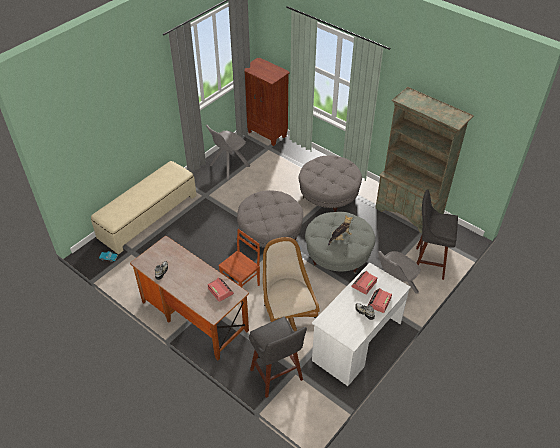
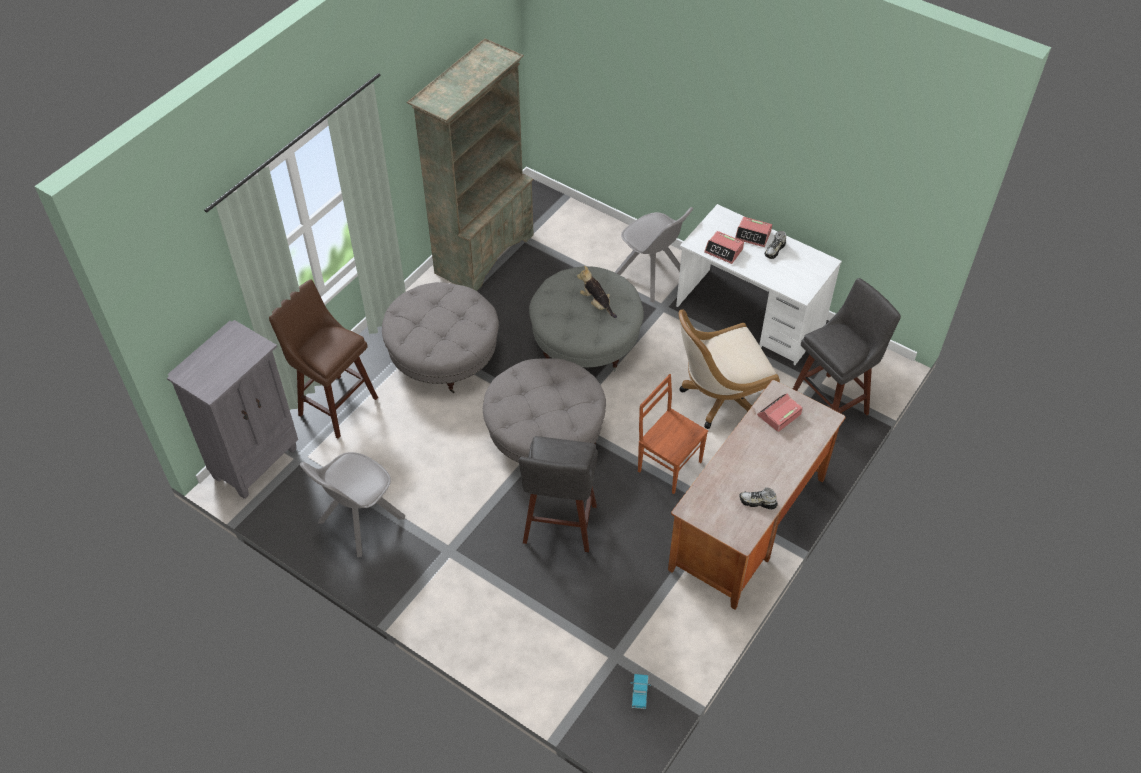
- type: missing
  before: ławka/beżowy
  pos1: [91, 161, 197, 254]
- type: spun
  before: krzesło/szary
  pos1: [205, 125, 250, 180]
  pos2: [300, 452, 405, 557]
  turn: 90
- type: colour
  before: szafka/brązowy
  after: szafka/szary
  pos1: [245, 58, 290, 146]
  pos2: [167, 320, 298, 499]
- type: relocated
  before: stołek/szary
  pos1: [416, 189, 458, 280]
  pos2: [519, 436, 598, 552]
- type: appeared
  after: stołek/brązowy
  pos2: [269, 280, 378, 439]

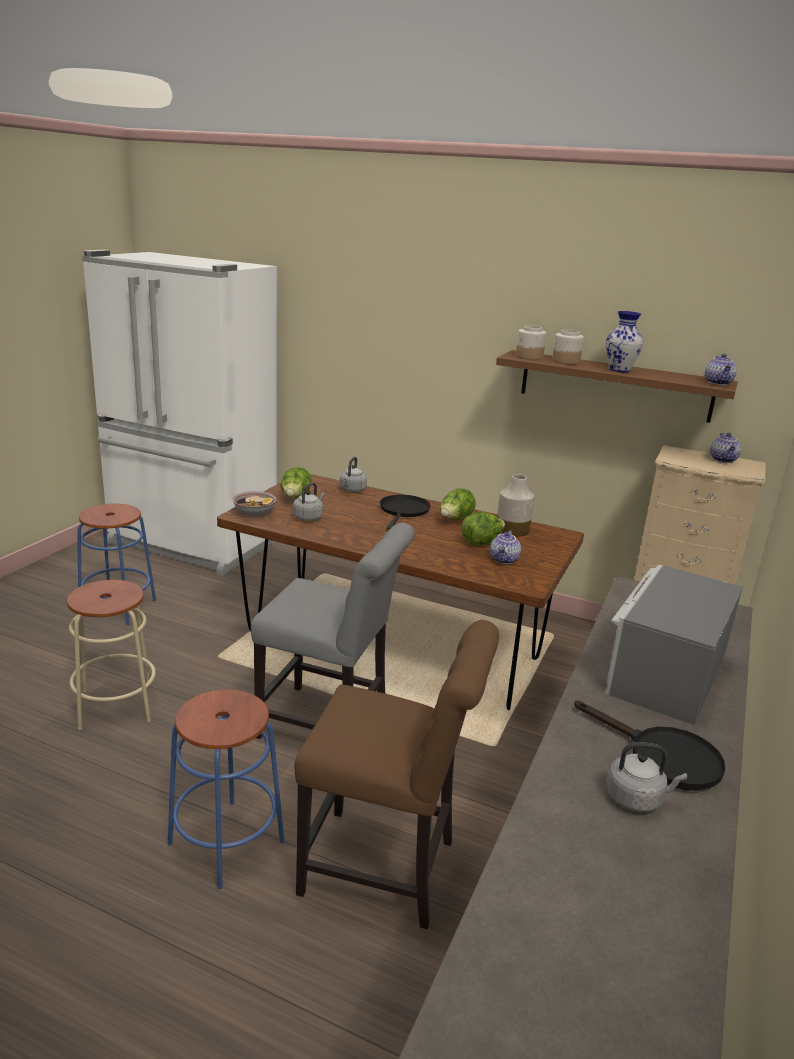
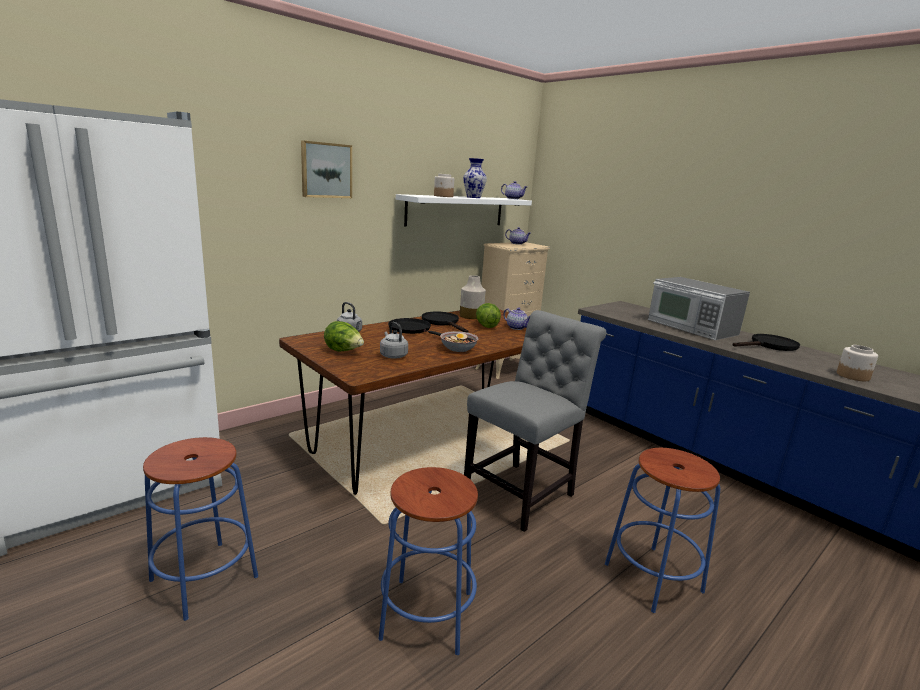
- type: colour
  before: stołek/beżowy
  after: stołek/niebieski
  pos1: [67, 580, 156, 730]
  pos2: [378, 467, 478, 655]
- type: relocated
  before: miska
  pos1: [232, 491, 277, 516]
  pos2: [440, 331, 479, 352]
- type: missing
  before: krzesło/brązowy
  pos1: [294, 620, 499, 929]
- type: exchanged
  before: sałata
  after: patelnia/czarny
  pos1: [440, 488, 476, 520]
  pos2: [422, 311, 469, 333]
- type: colour
  before: półka/brązowy
  after: półka/biały
  pos1: [496, 350, 738, 423]
  pos2: [396, 194, 532, 226]
- type: relocated
  before: słoik
  pos1: [516, 325, 546, 360]
  pos2: [837, 345, 878, 381]
- type: missing
  before: czajnik/szary
  pos1: [607, 742, 687, 812]
- type: appeared
  after: obraz
  pos2: [301, 140, 352, 198]

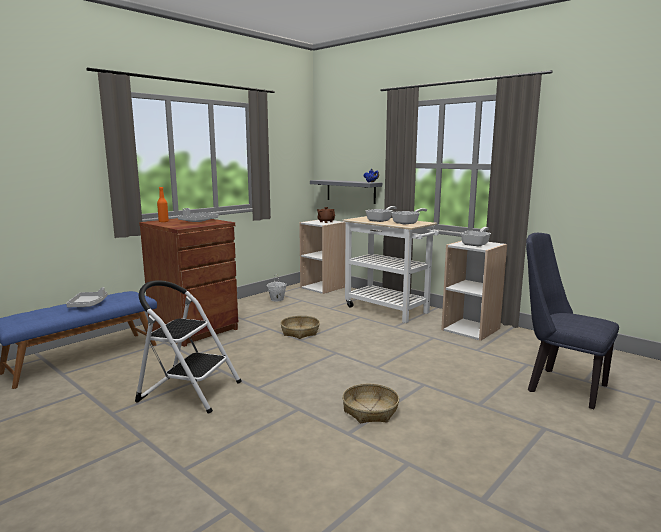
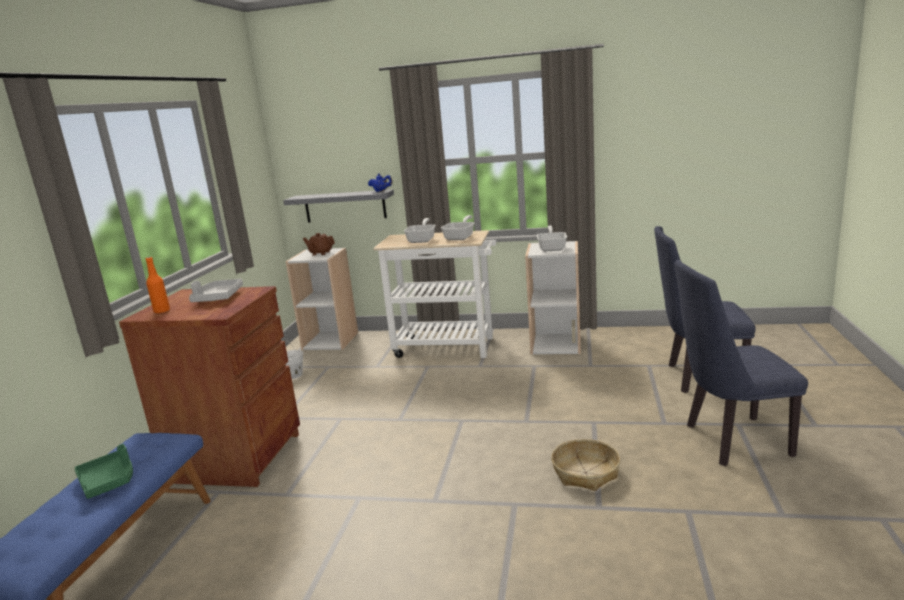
- type: colour
  before: taca/szary
  after: taca/zielony
  pos1: [66, 287, 108, 307]
  pos2: [74, 444, 133, 499]
- type: missing
  before: drabinka
  pos1: [135, 280, 242, 413]
- type: missing
  before: koszyk
  pos1: [280, 316, 320, 339]
- type: appeared
  after: krzesło/niebieski
  pos2: [674, 260, 808, 466]

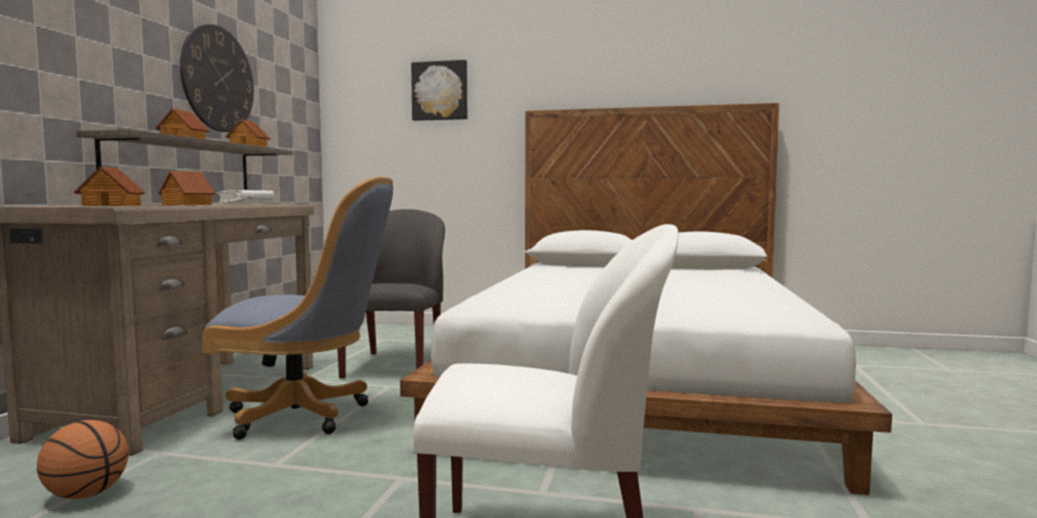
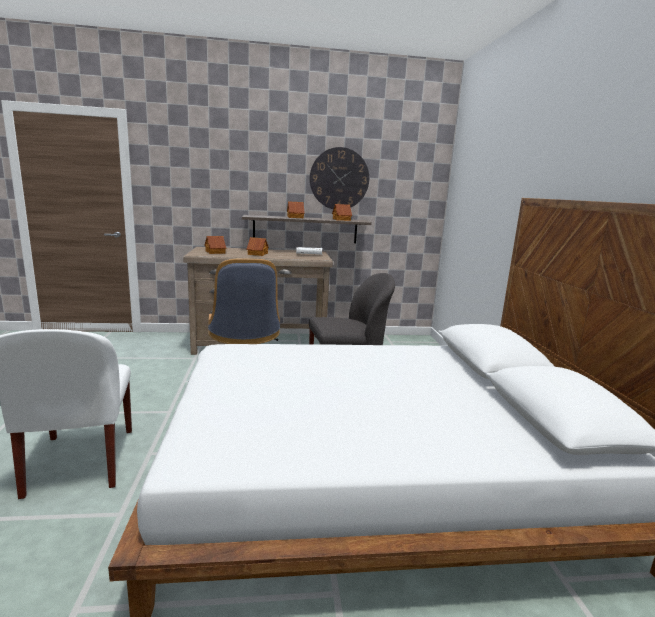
- type: missing
  before: piłka do koszykówki
  pos1: [37, 420, 129, 499]
- type: missing
  before: obraz
  pos1: [411, 60, 467, 121]

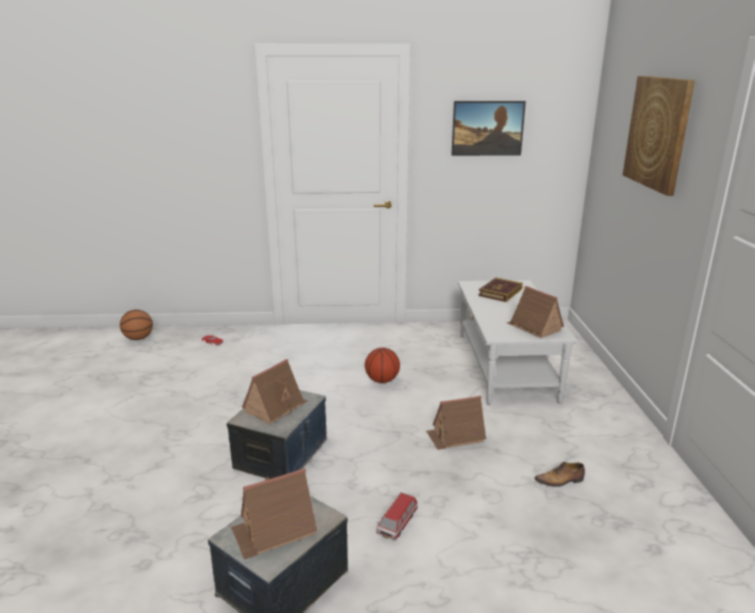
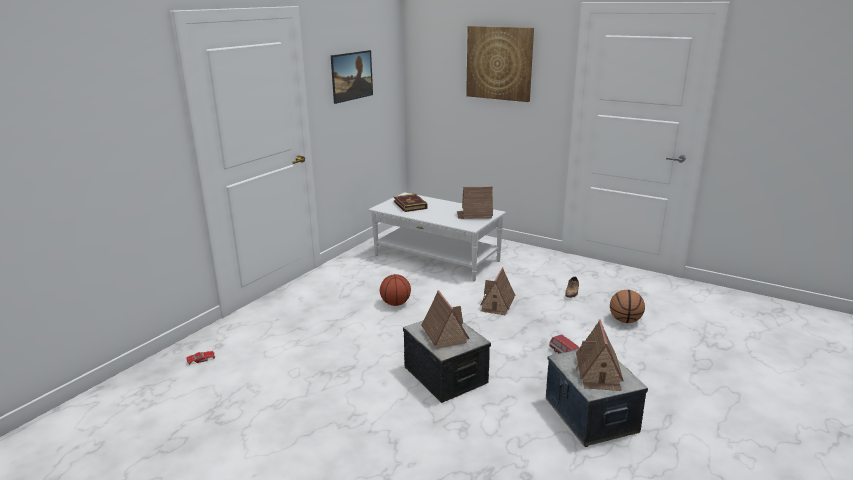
- type: relocated
  before: piłka do koszykówki
  pos1: [120, 309, 153, 340]
  pos2: [610, 290, 645, 323]

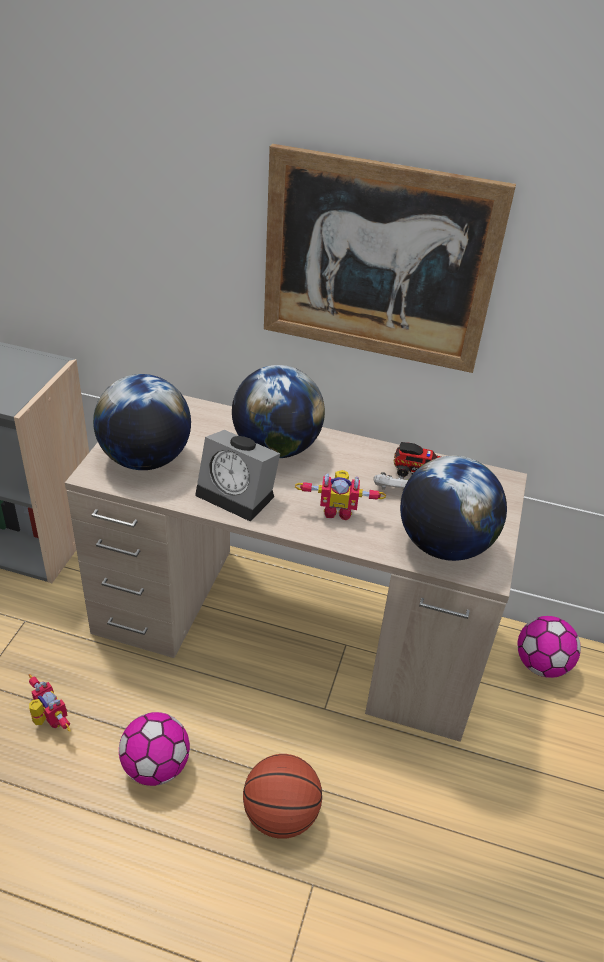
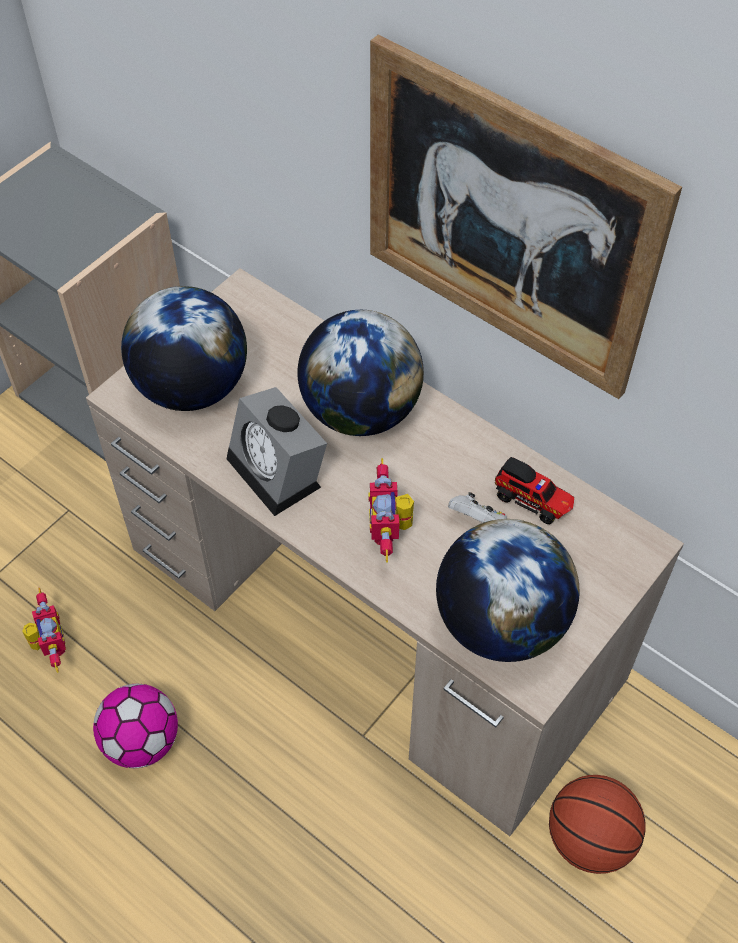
- type: relocated
  before: piłka do koszykówki
  pos1: [243, 754, 322, 839]
  pos2: [549, 775, 646, 874]
- type: spun
  before: robot zabawkowy
  pos1: [295, 470, 386, 520]
  pos2: [368, 458, 414, 563]
  turn: 60
- type: missing
  before: piłka futbolowa
  pos1: [517, 616, 581, 678]

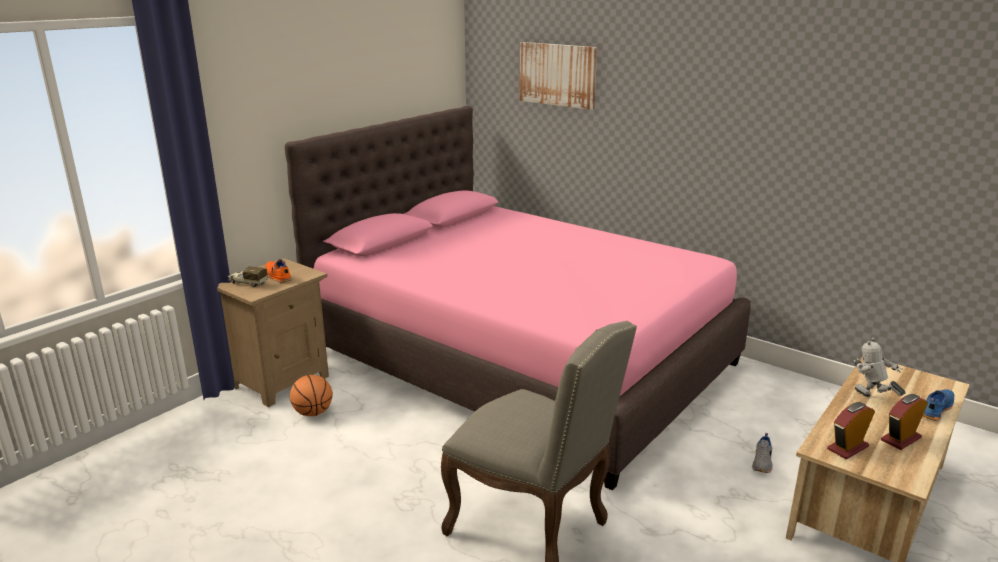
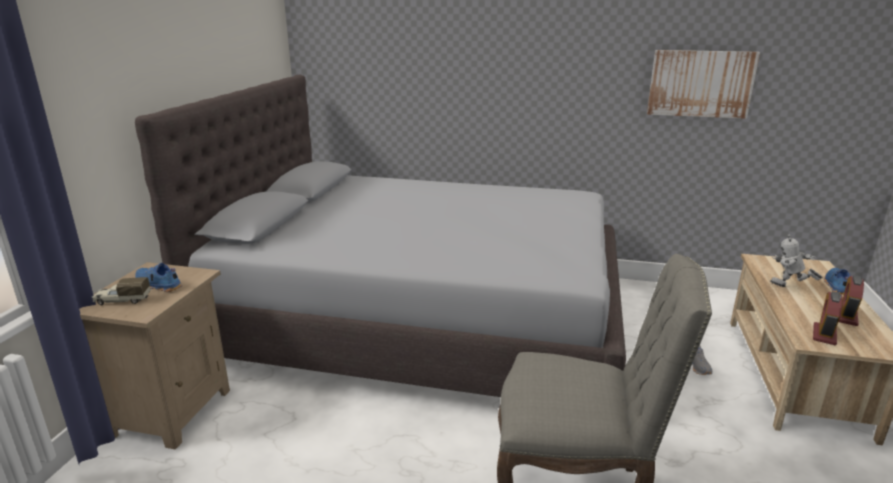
- type: colour
  before: but/pomarańczowy
  after: but/niebieski
  pos1: [265, 259, 292, 283]
  pos2: [135, 263, 182, 292]
- type: colour
  before: łóżko/różowy
  after: łóżko/szary
  pos1: [285, 106, 751, 490]
  pos2: [135, 75, 626, 397]
- type: missing
  before: piłka do koszykówki
  pos1: [290, 375, 333, 416]
- type: relocated
  before: obraz
  pos1: [520, 42, 597, 110]
  pos2: [647, 50, 760, 119]

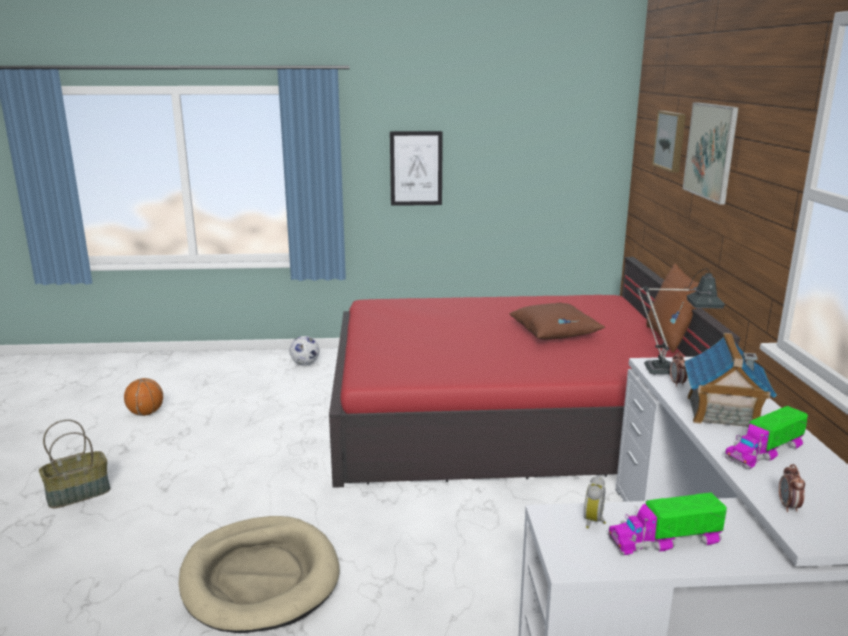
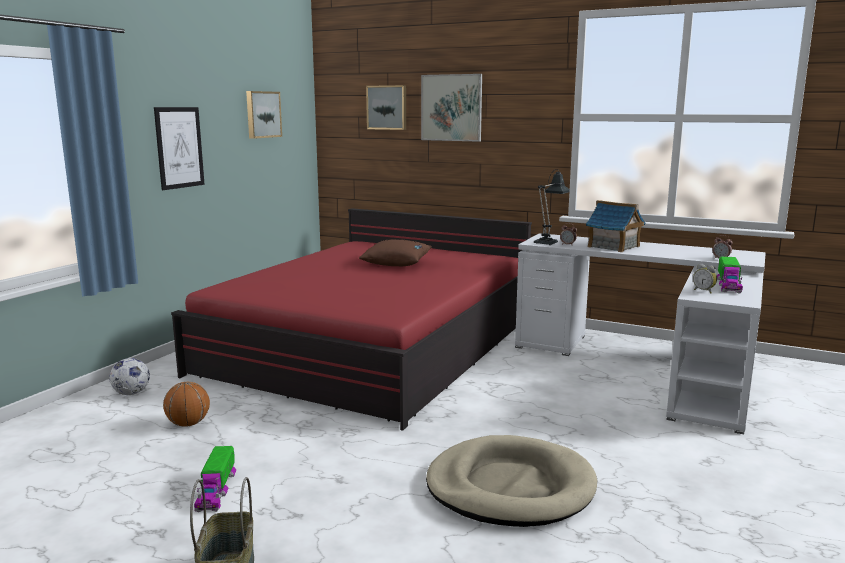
- type: relocated
  before: piłka do koszykówki
  pos1: [124, 378, 163, 416]
  pos2: [163, 382, 210, 426]
- type: missing
  before: poduszka/brązowy
  pos1: [646, 264, 699, 353]
- type: relocated
  before: ciężarówka zabawkowa
  pos1: [725, 406, 808, 469]
  pos2: [194, 446, 236, 512]
- type: appeared
  after: obraz
  pos2: [246, 91, 282, 139]

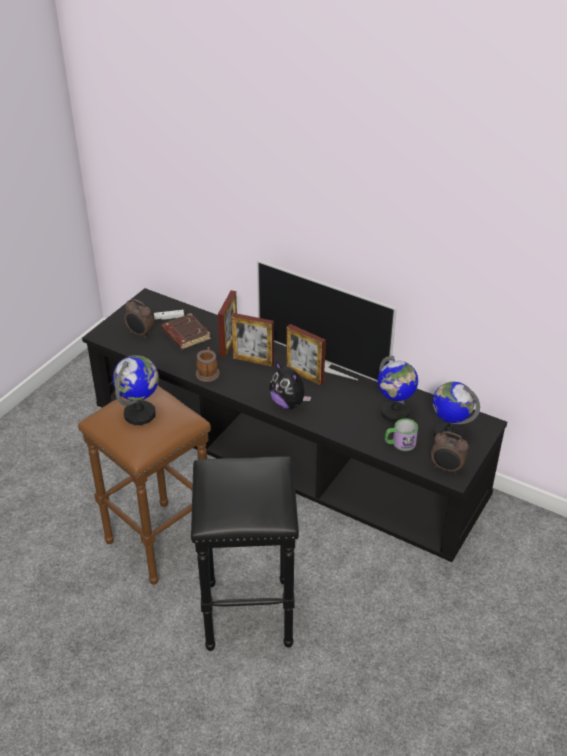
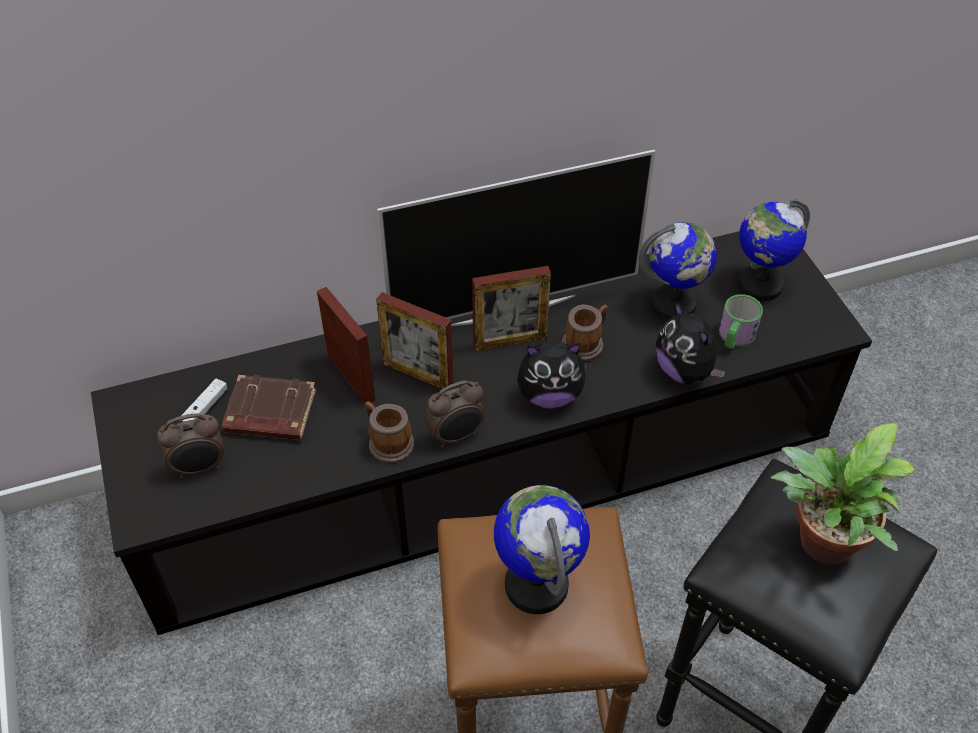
- type: spun
  before: ramka na zdjęcie
  pos1: [231, 313, 274, 367]
  pos2: [376, 292, 454, 391]
  turn: 60
- type: relocated
  before: budzik
  pos1: [431, 431, 469, 474]
  pos2: [424, 380, 485, 448]
- type: appeared
  after: kubek
  pos2: [561, 304, 608, 361]
- type: appeared
  after: pluszak
  pos2: [656, 301, 726, 385]
- type: appeared
  after: roślina doniczkowa
  pos2: [771, 423, 915, 565]

